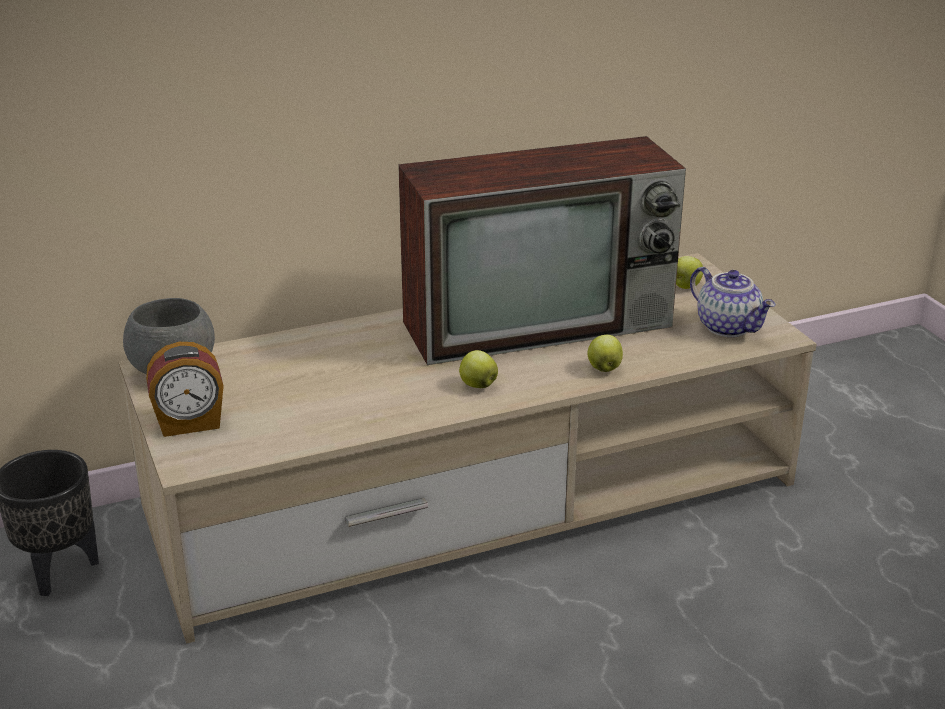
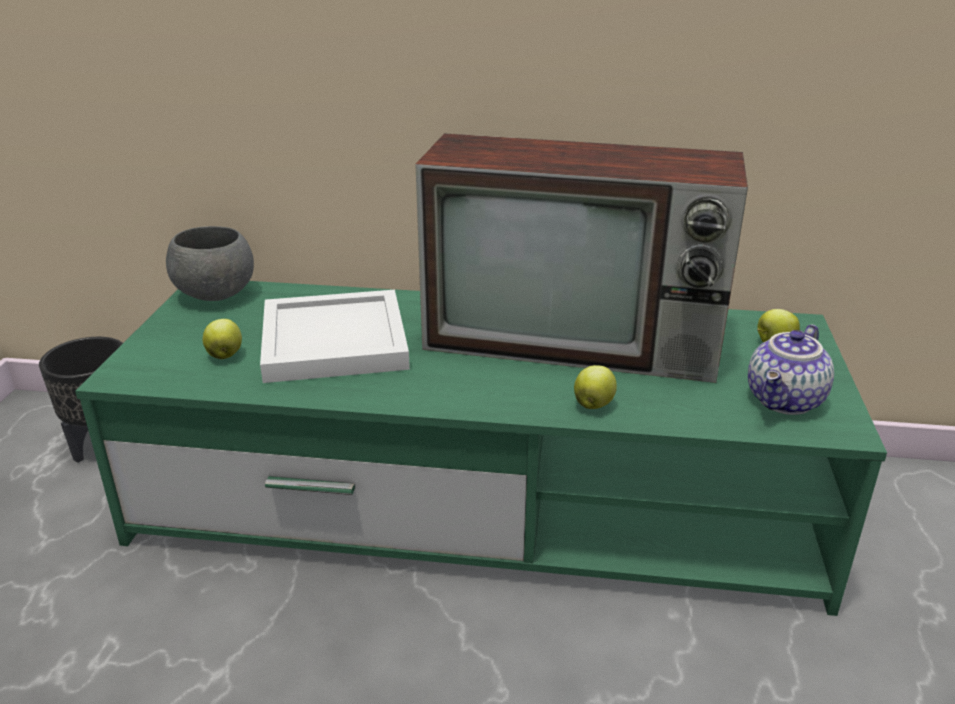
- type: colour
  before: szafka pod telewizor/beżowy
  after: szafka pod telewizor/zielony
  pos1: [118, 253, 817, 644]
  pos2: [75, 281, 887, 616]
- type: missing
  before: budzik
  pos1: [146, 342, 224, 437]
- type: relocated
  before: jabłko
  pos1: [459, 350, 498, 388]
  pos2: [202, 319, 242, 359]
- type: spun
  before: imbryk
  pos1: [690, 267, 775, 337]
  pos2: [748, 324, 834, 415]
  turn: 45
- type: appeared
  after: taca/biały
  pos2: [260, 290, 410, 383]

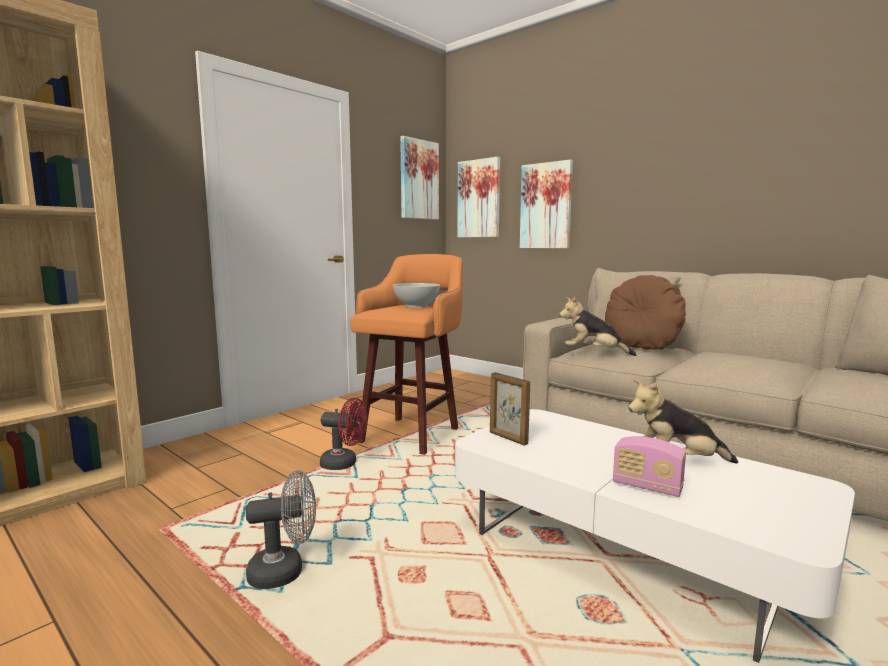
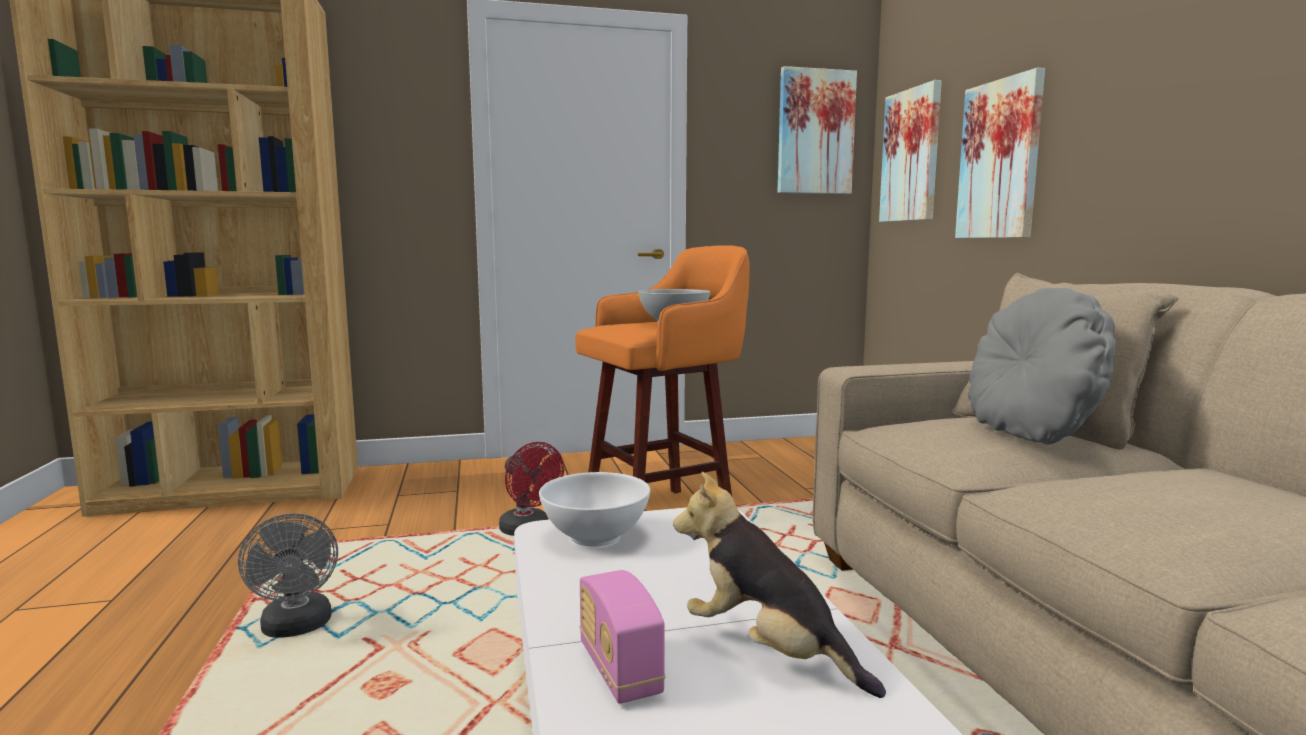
- type: spun
  before: wentylator/szary
  pos1: [246, 470, 316, 589]
  pos2: [238, 513, 338, 638]
  turn: 45
- type: exchanged
  before: ramka na zdjęcie
  after: miska/biały
  pos1: [490, 372, 530, 446]
  pos2: [539, 472, 650, 546]
- type: missing
  before: pluszak
  pos1: [559, 297, 637, 356]
- type: colour
  before: poduszka/brązowy
  after: poduszka/szary
  pos1: [605, 275, 686, 350]
  pos2: [968, 288, 1116, 444]

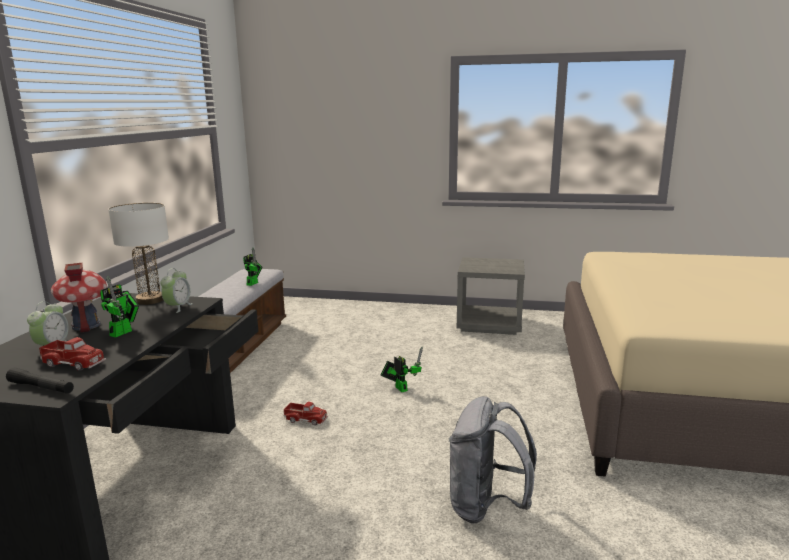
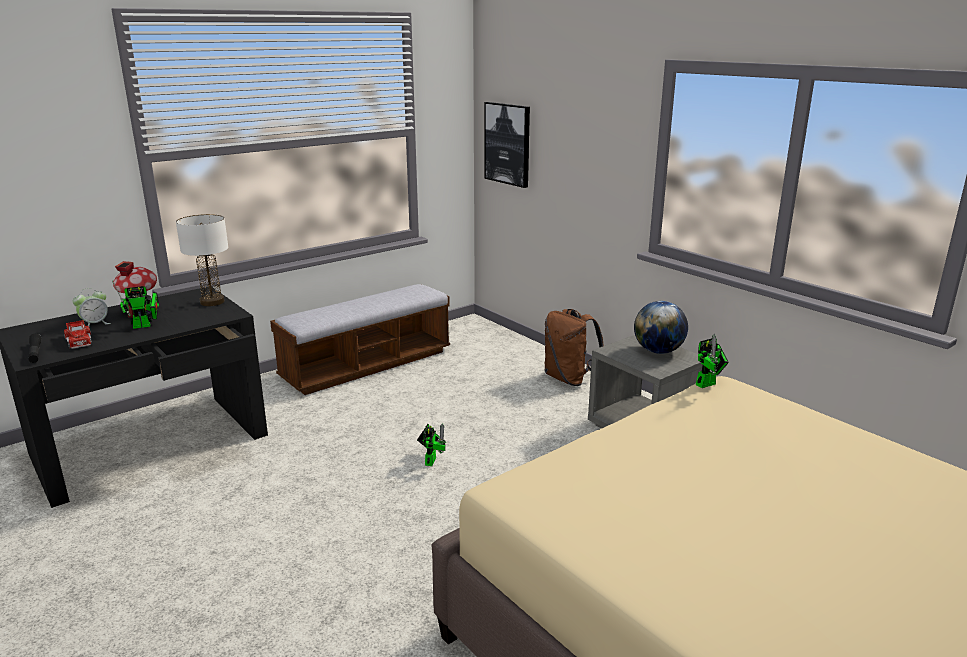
- type: missing
  before: budzik
  pos1: [160, 268, 193, 313]
- type: relocated
  before: robot zabawkowy
  pos1: [243, 248, 262, 286]
  pos2: [696, 334, 729, 388]
- type: missing
  before: ciężarówka zabawkowa
  pos1: [283, 401, 328, 426]
- type: missing
  before: plecak/szary
  pos1: [449, 396, 537, 523]
- type: appeared
  after: obraz
  pos2: [484, 102, 530, 188]
- type: appeared
  after: plecak/brązowy
  pos2: [544, 309, 604, 386]
- type: appeared
  after: globus
  pos2: [634, 301, 688, 354]

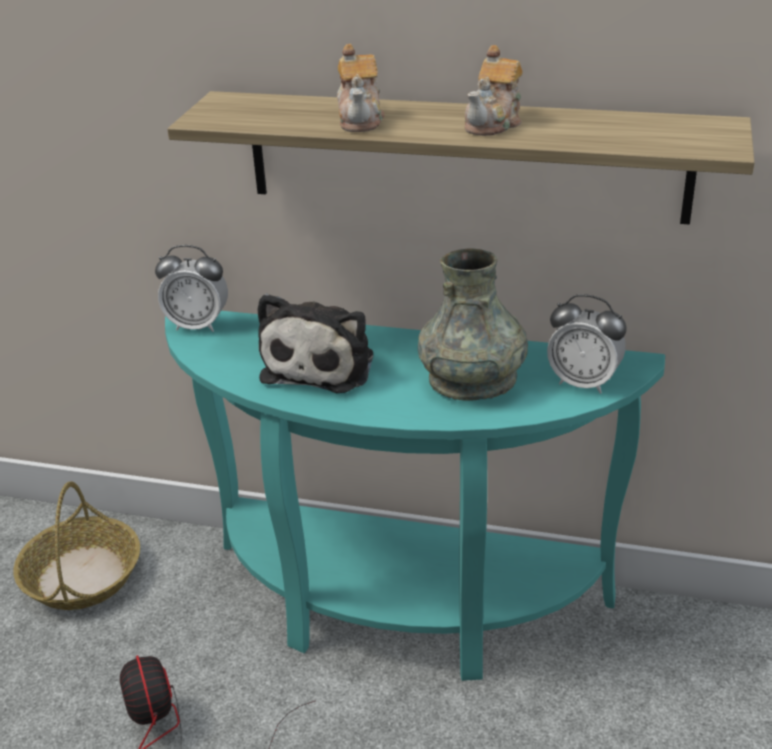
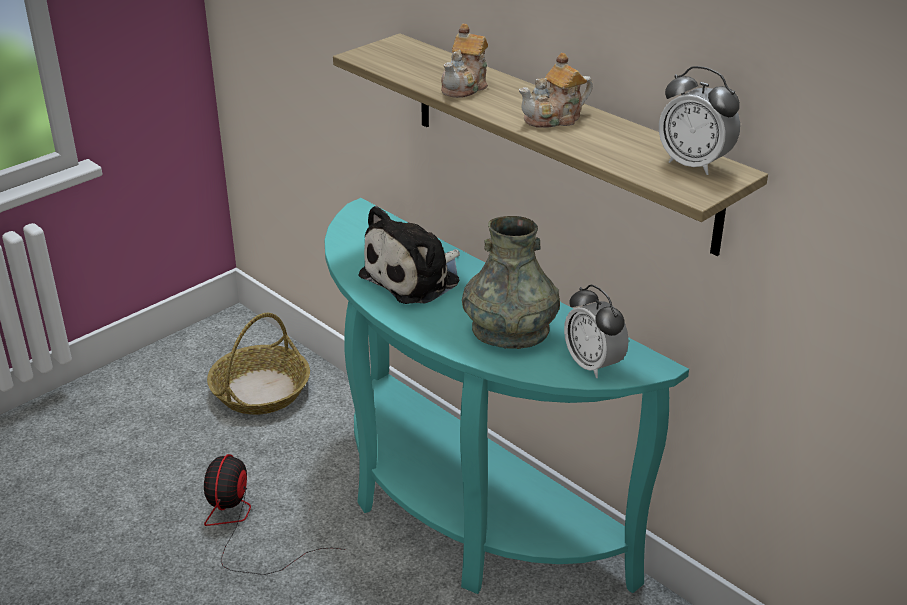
- type: relocated
  before: budzik
  pos1: [155, 245, 228, 332]
  pos2: [659, 66, 740, 175]

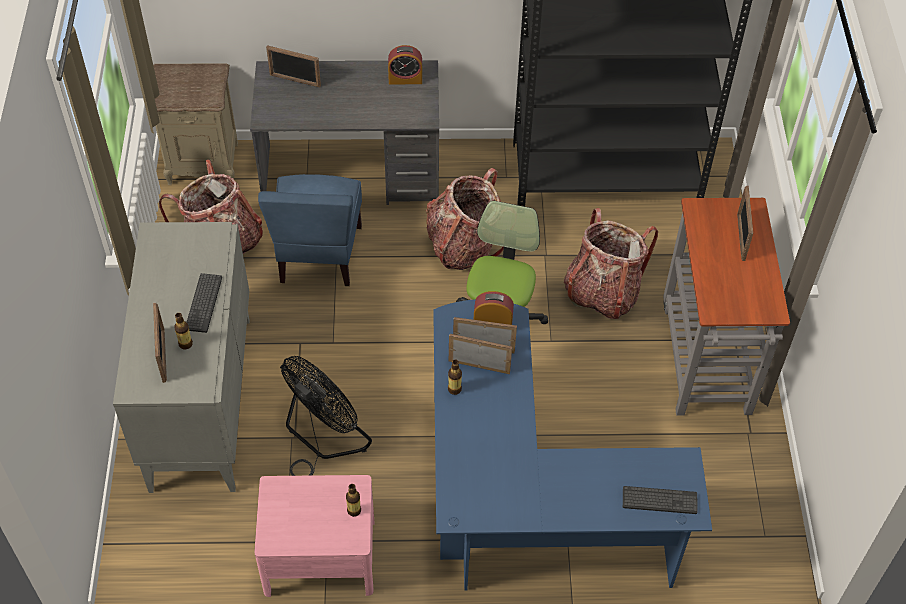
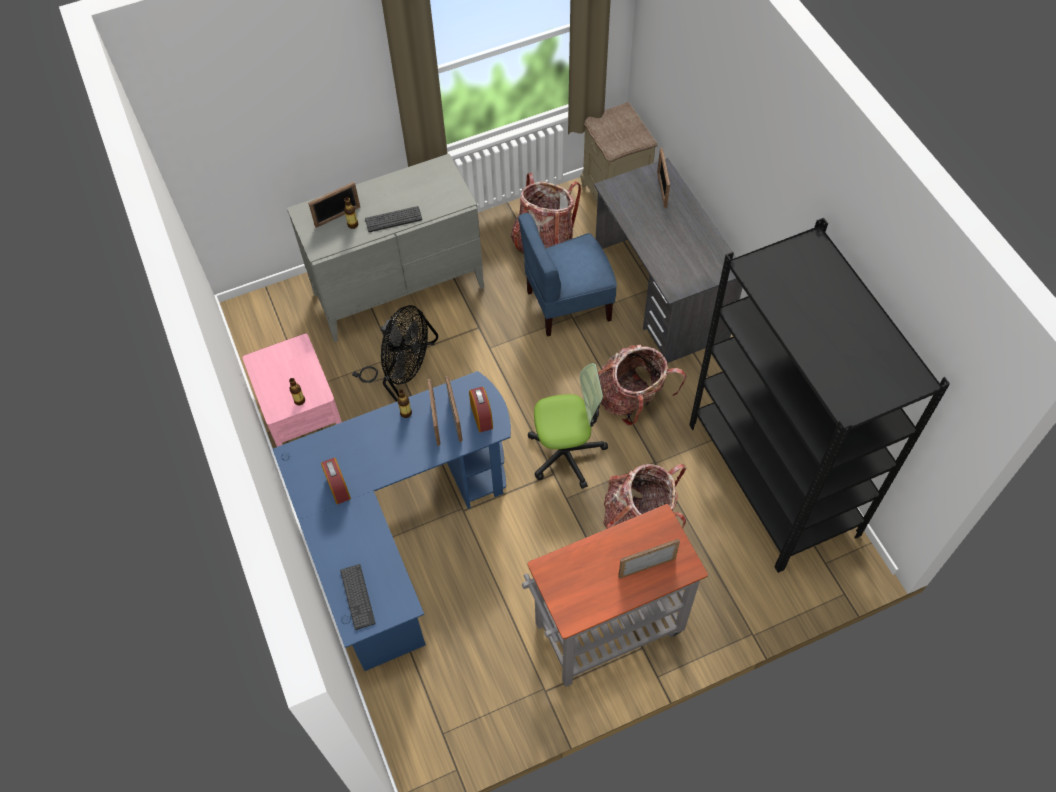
- type: relocated
  before: budzik
  pos1: [388, 45, 422, 84]
  pos2: [321, 458, 351, 504]

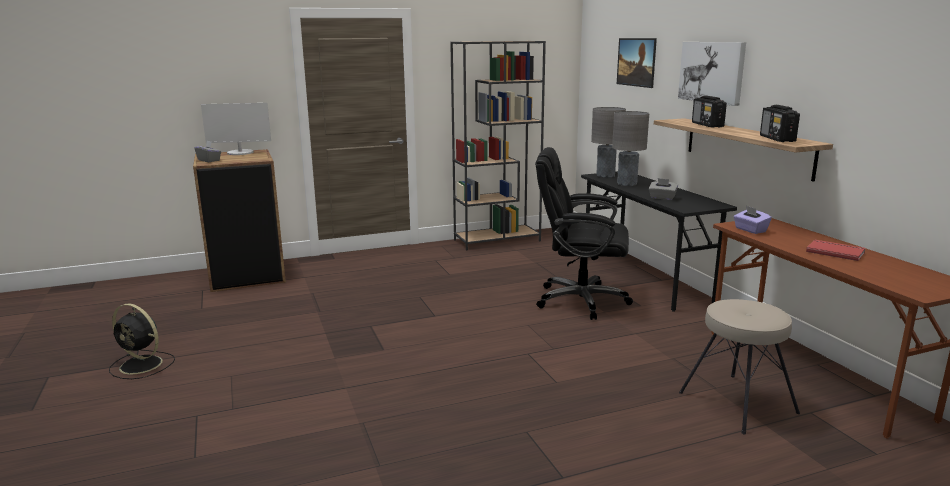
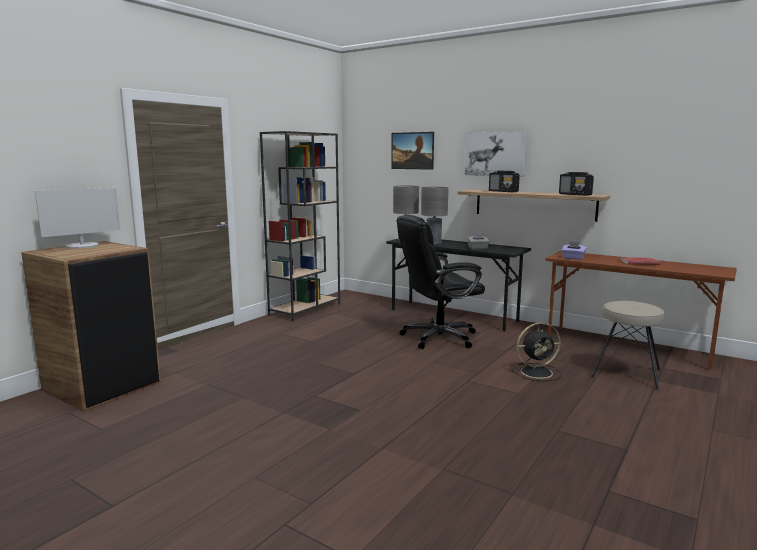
- type: relocated
  before: wentylator/czarny
  pos1: [109, 304, 175, 379]
  pos2: [511, 322, 561, 381]
- type: missing
  before: pudełko chusteczek/szary
  pos1: [194, 141, 221, 162]

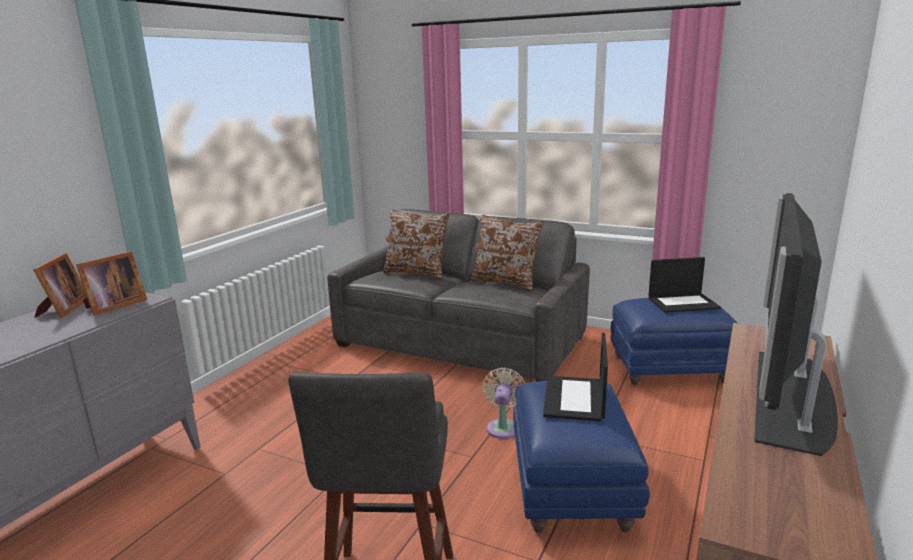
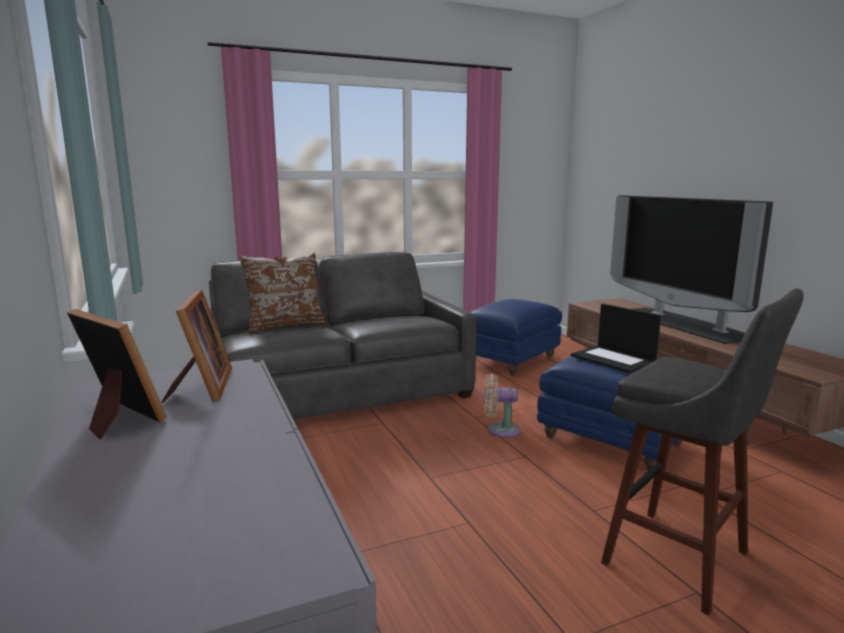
- type: missing
  before: poduszka/brązowy
  pos1: [471, 214, 543, 292]
- type: spun
  before: wentylator/beżowy
  pos1: [482, 368, 525, 439]
  pos2: [484, 374, 520, 438]
  turn: -45
- type: missing
  before: laptop
  pos1: [648, 257, 721, 313]

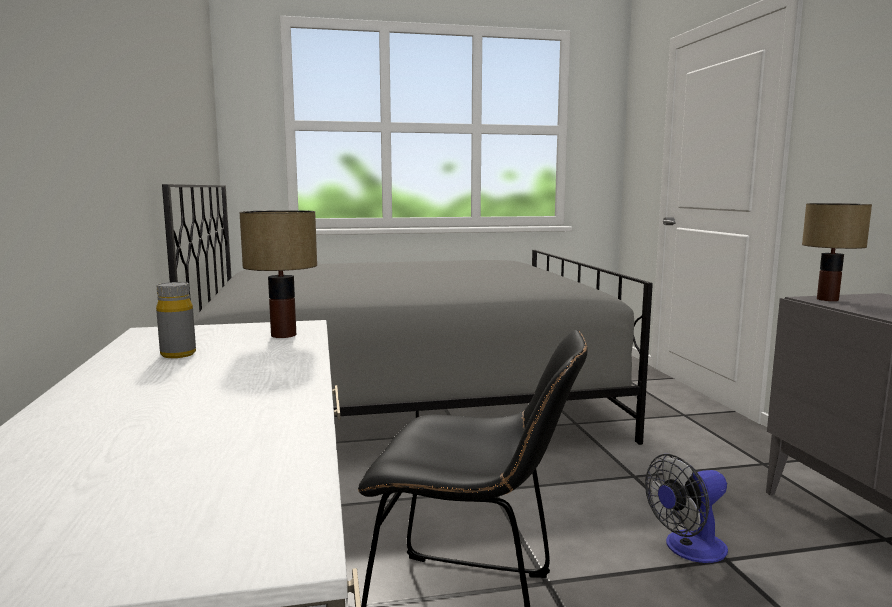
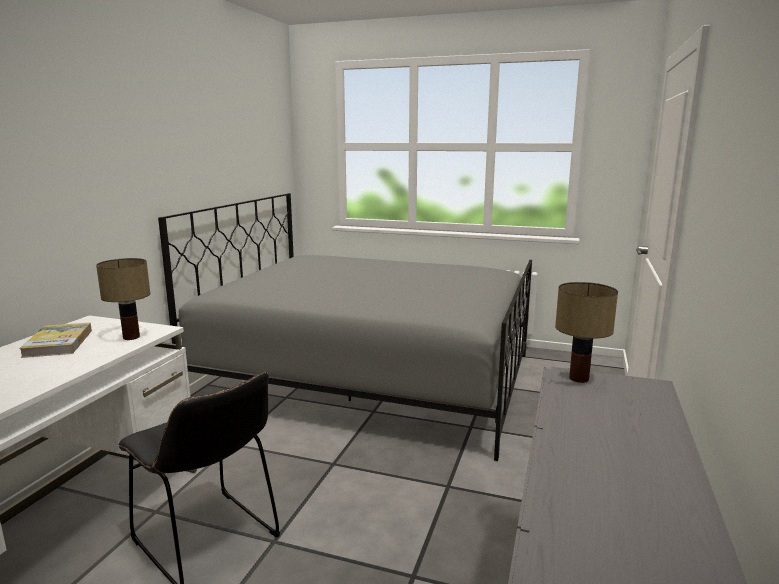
- type: exchanged
  before: butelka/szary
  after: książka
  pos1: [156, 282, 196, 358]
  pos2: [19, 323, 92, 358]
- type: missing
  before: wentylator
  pos1: [645, 454, 728, 563]

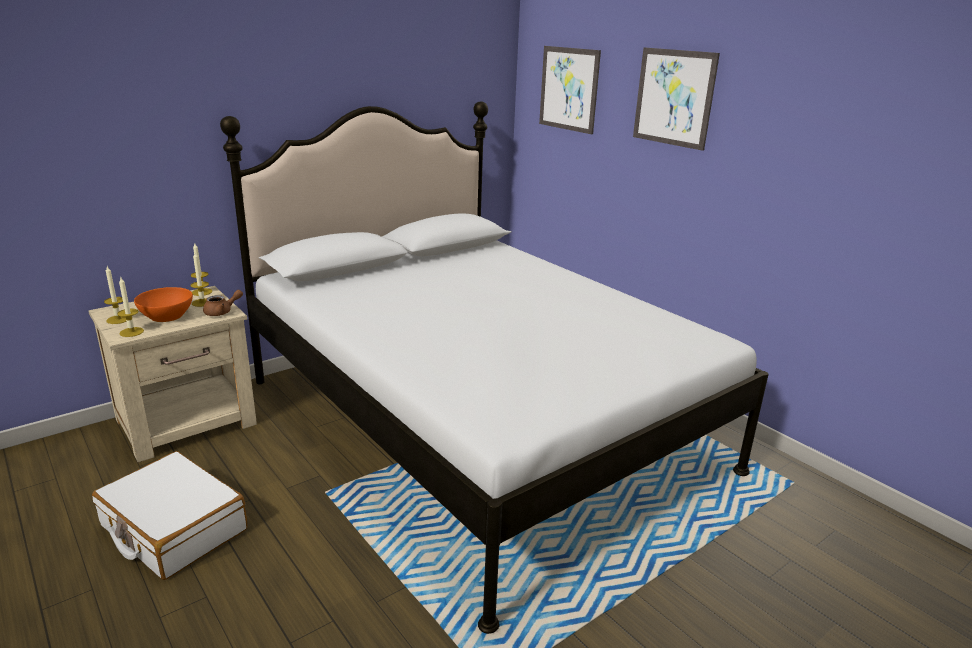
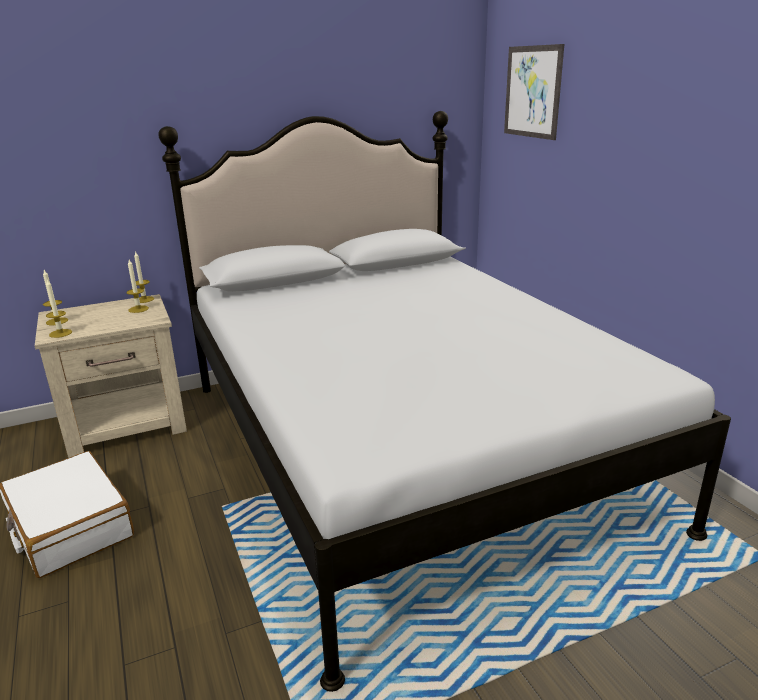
- type: missing
  before: miska/pomarańczowy
  pos1: [134, 287, 193, 322]
- type: missing
  before: imbryk/brązowy
  pos1: [203, 290, 243, 316]
- type: missing
  before: obraz
  pos1: [633, 47, 720, 151]

